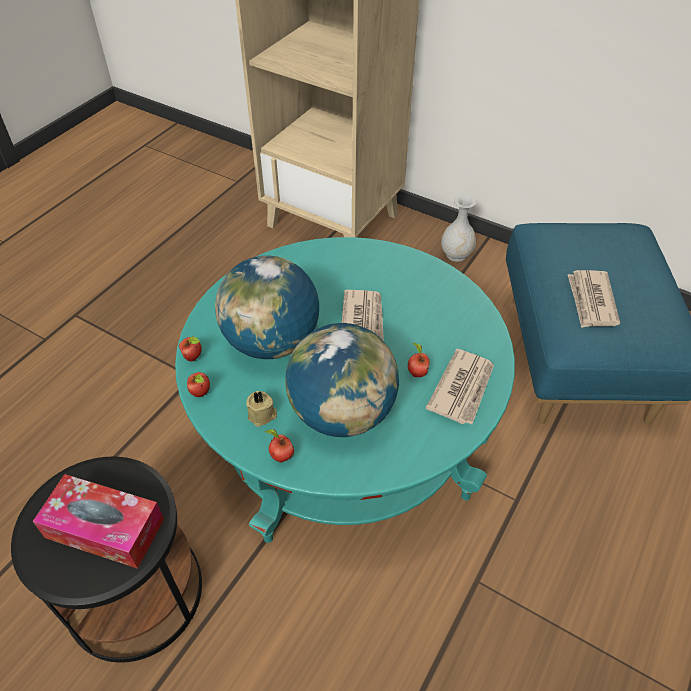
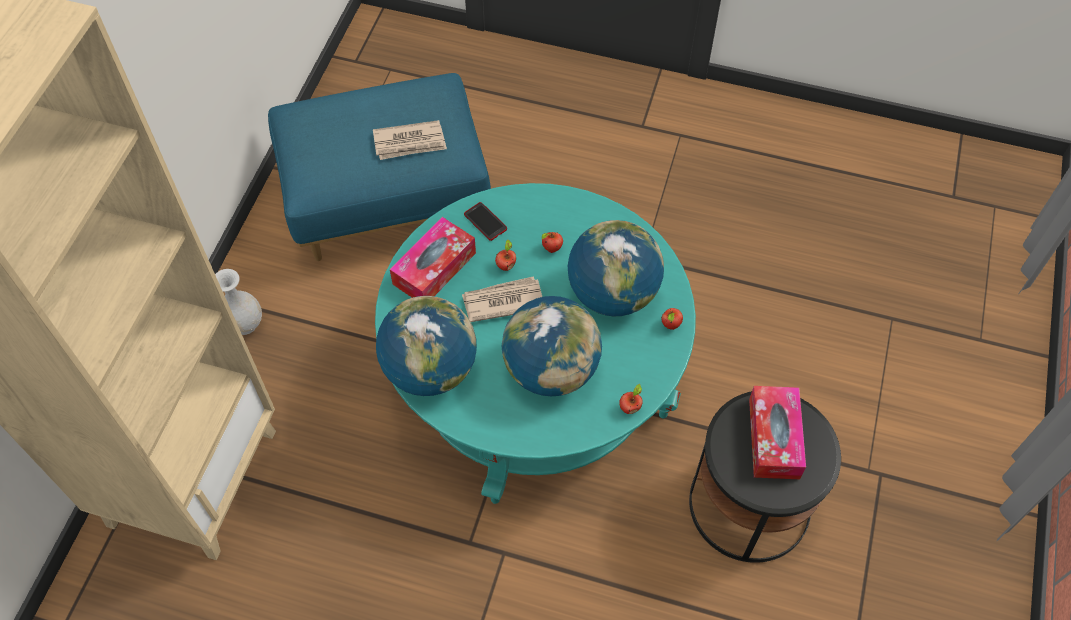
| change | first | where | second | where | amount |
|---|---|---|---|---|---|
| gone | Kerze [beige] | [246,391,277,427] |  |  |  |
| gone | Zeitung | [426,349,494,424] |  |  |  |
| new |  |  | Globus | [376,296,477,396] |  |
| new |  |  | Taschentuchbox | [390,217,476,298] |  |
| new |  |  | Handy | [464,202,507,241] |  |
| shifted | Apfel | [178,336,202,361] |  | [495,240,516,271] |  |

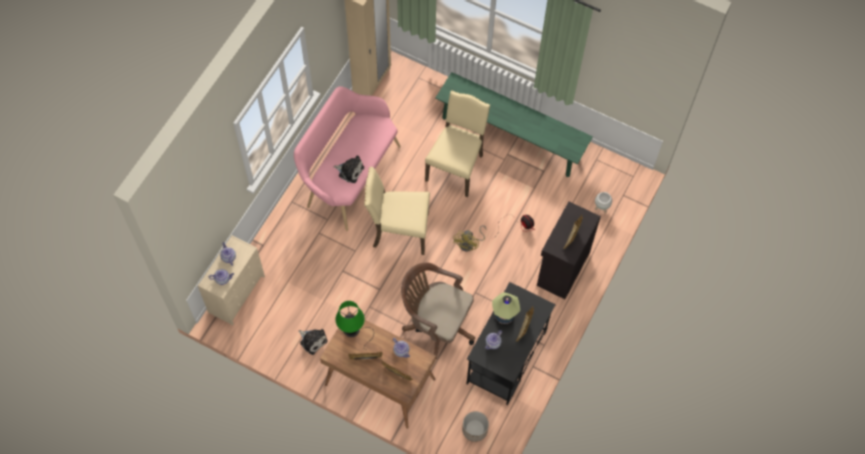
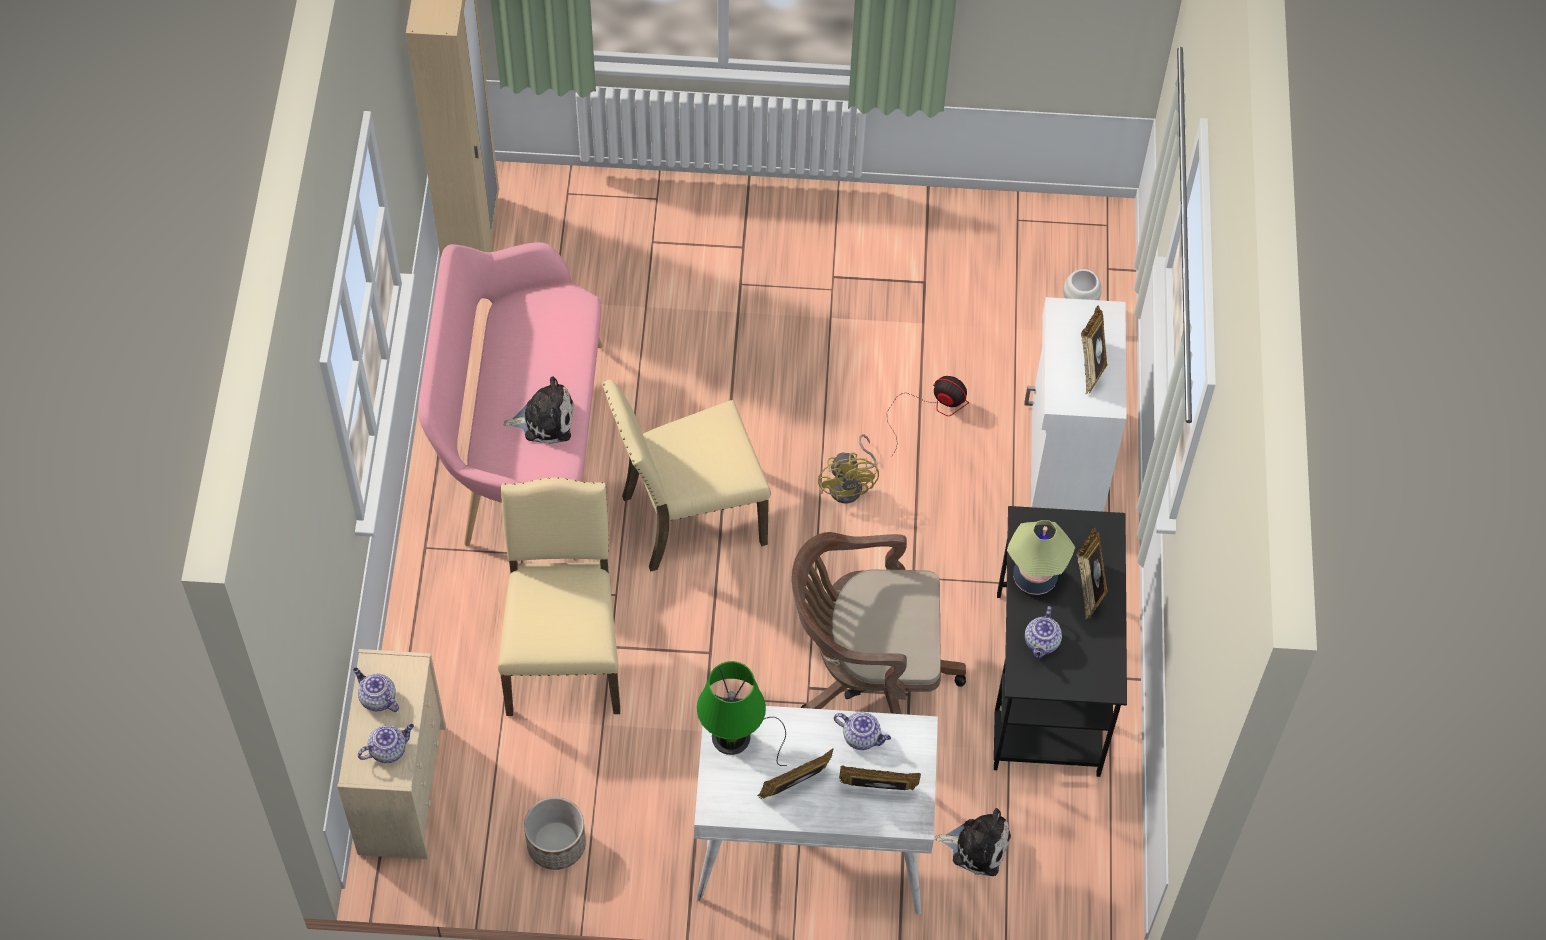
| change | first | where | second | where | amount |
|---|---|---|---|---|---|
| gone | Bank [grün] | [435,72,593,177] |  |  |  |
| shifted | Plüschtier | [299,329,328,355] |  | [935,808,1011,876] |  |
| shifted | Stuhl [beige] | [425,91,490,197] |  | [498,477,620,716] |  |
| shifted | Pflanzkübel | [462,411,489,442] |  | [524,797,586,870] |  |
| repainted | Schreibtisch [braun] | [320,311,436,429] | Schreibtisch [weiß] | [694,706,938,915] |  |
| repainted | Schrank [schwarz] | [537,202,601,299] | Schrank [weiß] | [1024,297,1127,512] |  |

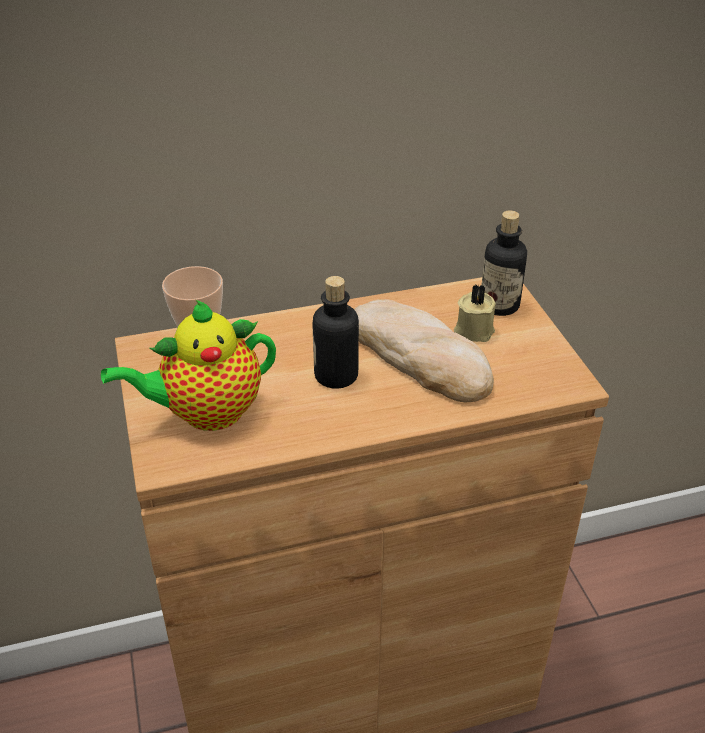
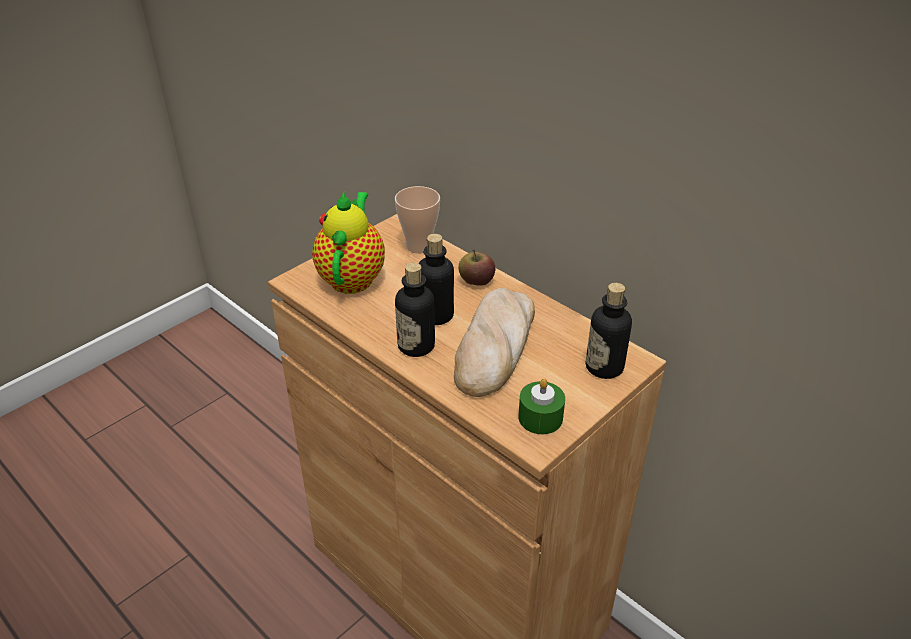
| change | first | where | second | where | amount |
|---|---|---|---|---|---|
| gone | Kerze [beige] | [454,284,496,342] |  |  |  |
| new |  |  | Flasche | [395,263,435,357] |  |
| new |  |  | Apfel | [459,249,495,286] |  |
| new |  |  | Kerze [grün] | [518,378,565,434] |  |
| rotated | Teekanne | [101,300,276,431] |  | [312,192,385,294] | 60 degrees clockwise |

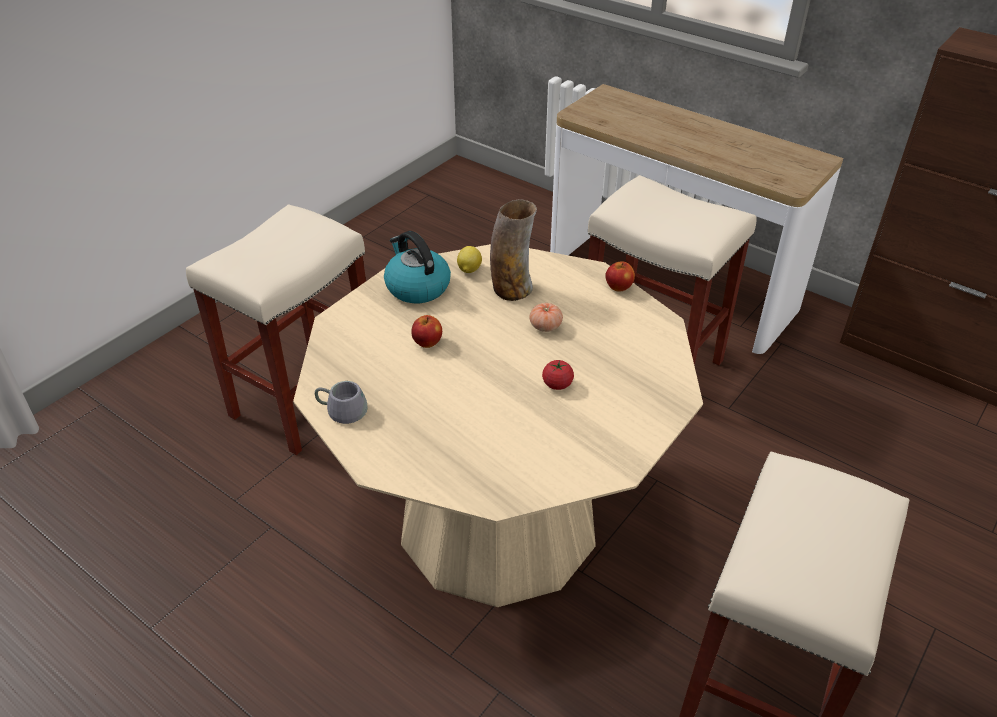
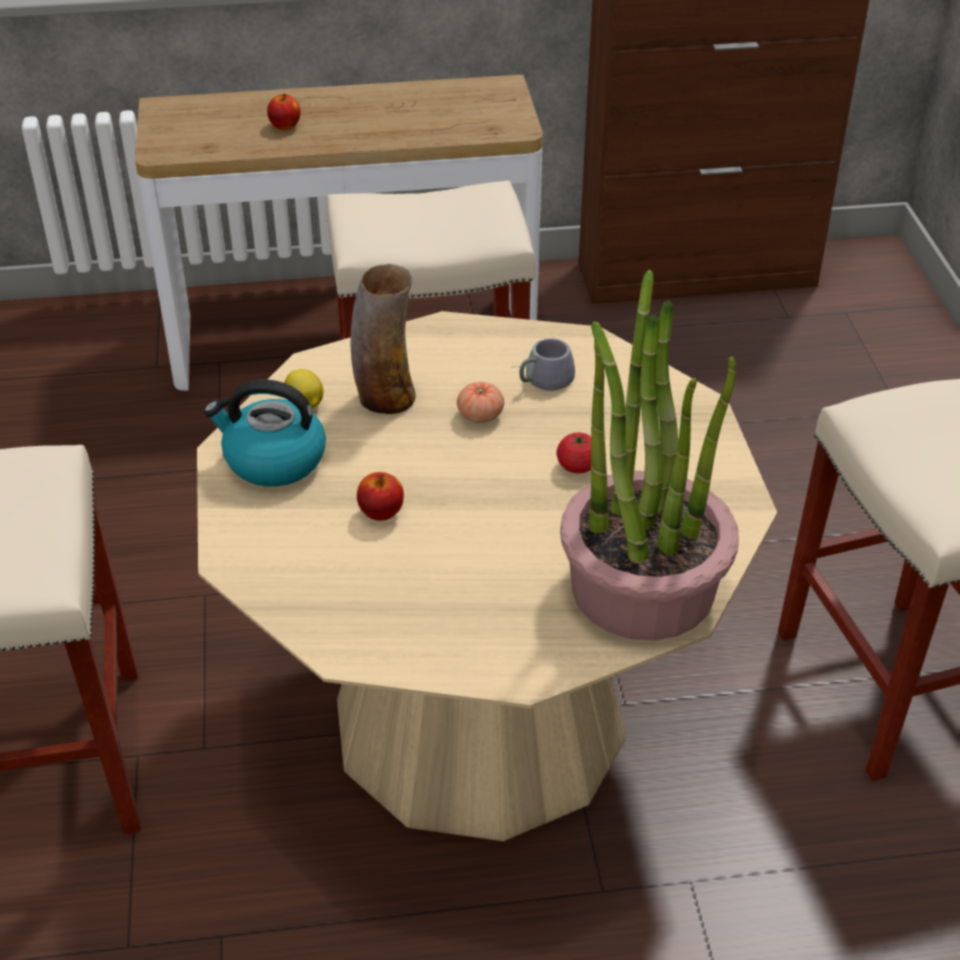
| change | first | where | second | where | amount |
|---|---|---|---|---|---|
| new |  |  | Topfpflanze | [560,269,739,641] |  |
| shifted | Henkelbecher [grau] | [315,381,367,424] |  | [511,338,575,390] |  |
| shifted | Apfel | [605,261,635,292] |  | [267,93,301,130] |  |

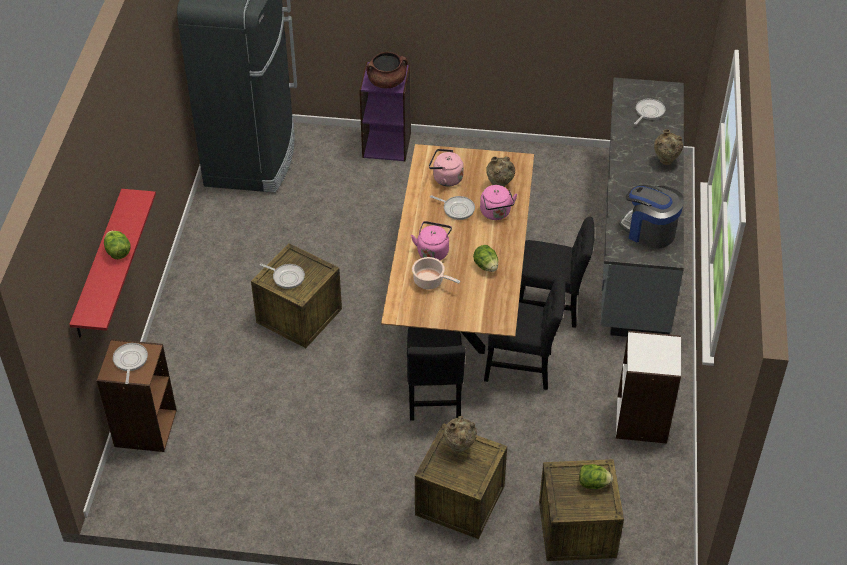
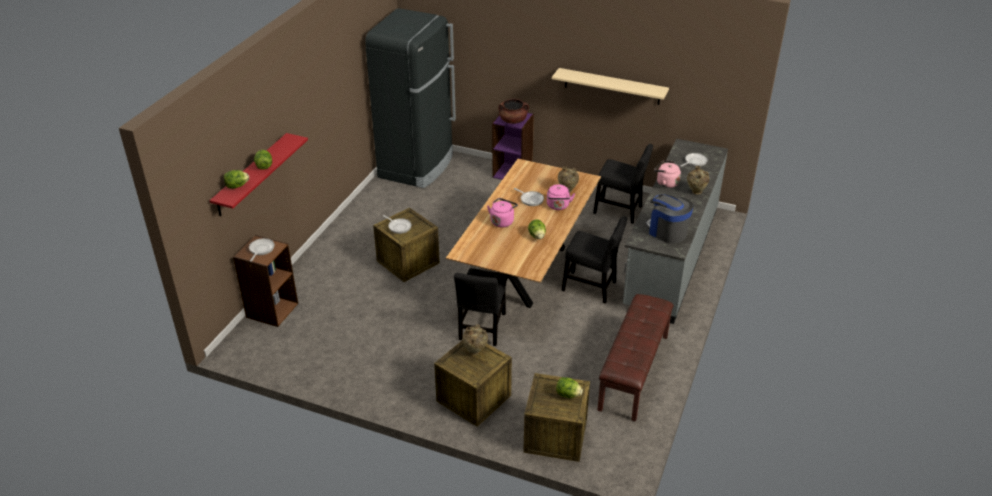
| change | first | where | second | where | amount |
|---|---|---|---|---|---|
| gone | Kochtopf | [412,257,460,289] |  |  |  |
| new |  |  | Salatkopf | [224,170,249,189] |  |
| new |  |  | Wandregal [beige] | [552,68,669,105] |  |
| shifted | Wasserkessel [rosa] | [429,149,464,187] |  | [654,160,681,188] |  |
| shifted | Stuhl [schwarz] | [484,276,565,390] |  | [593,144,653,224] |  |
| swapped | Bücherregal [weiß] | [616,331,681,444] | Bank [braun] | [597,294,674,422] |  |

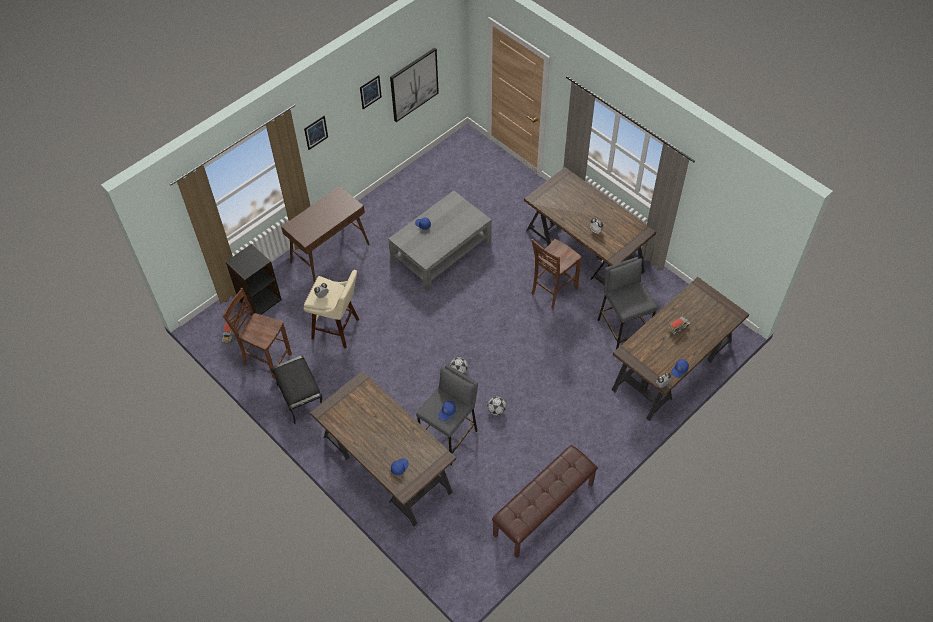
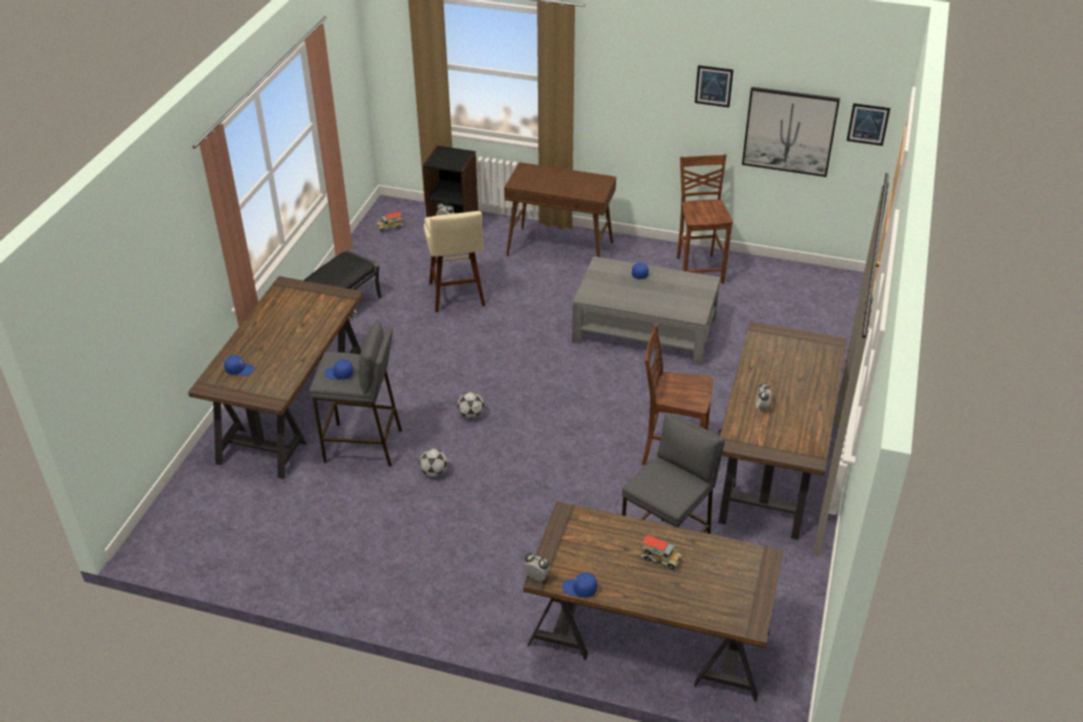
| change | first | where | second | where | amount |
|---|---|---|---|---|---|
| gone | Bank [braun] | [492,445,598,558] |  |  |  |
| shifted | Stuhl [braun] | [222,288,292,380] |  | [677,154,733,284] |  |
| shifted | Bild | [304,116,328,150] |  | [847,103,890,146] |  |

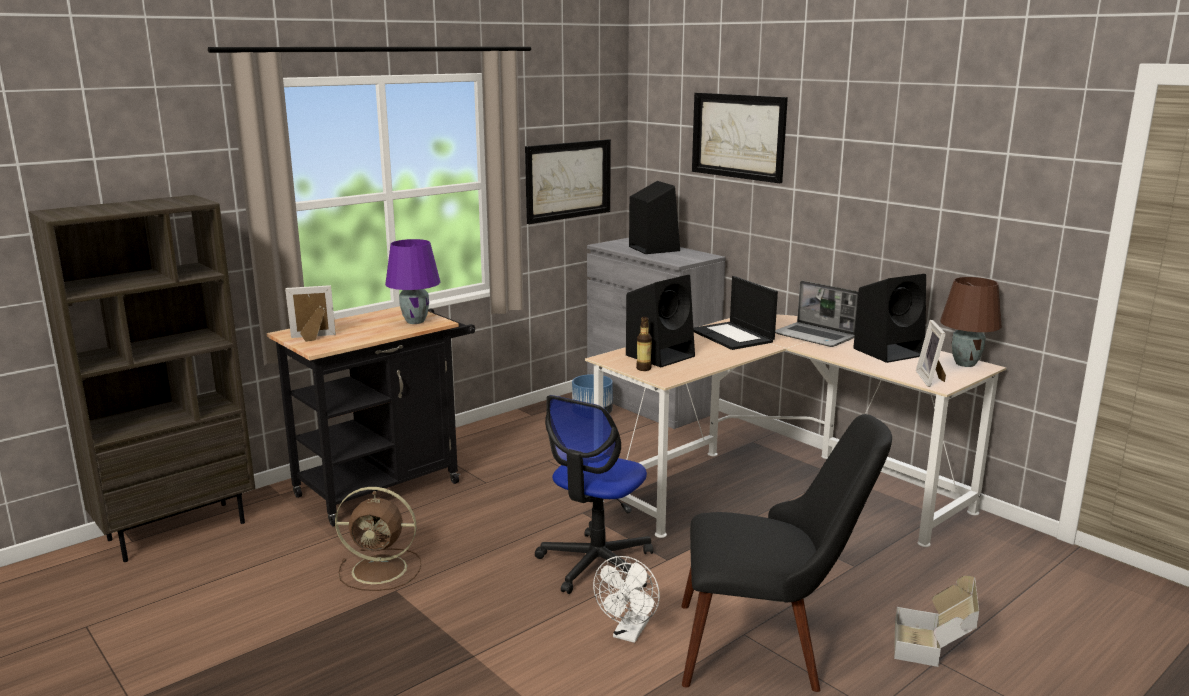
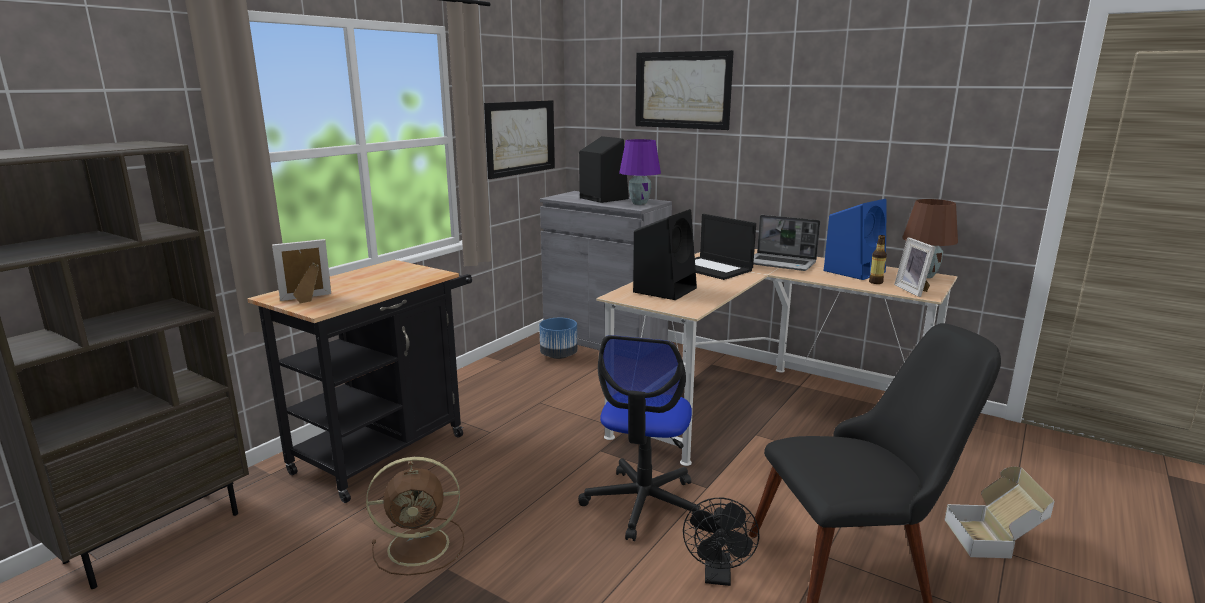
| change | first | where | second | where | amount |
|---|---|---|---|---|---|
| shifted | Tischlampe [lila] | [385,239,440,324] |  | [619,139,661,205] |  |
| shifted | Flasche | [636,317,652,371] |  | [869,235,887,284] |  |
| repainted | Ventilator [weiß] | [593,556,660,643] | Ventilator [schwarz] | [683,497,760,586] |  |
| repainted | Lautsprecher [schwarz] | [853,274,926,363] | Lautsprecher [blau] | [824,199,887,280] |  |

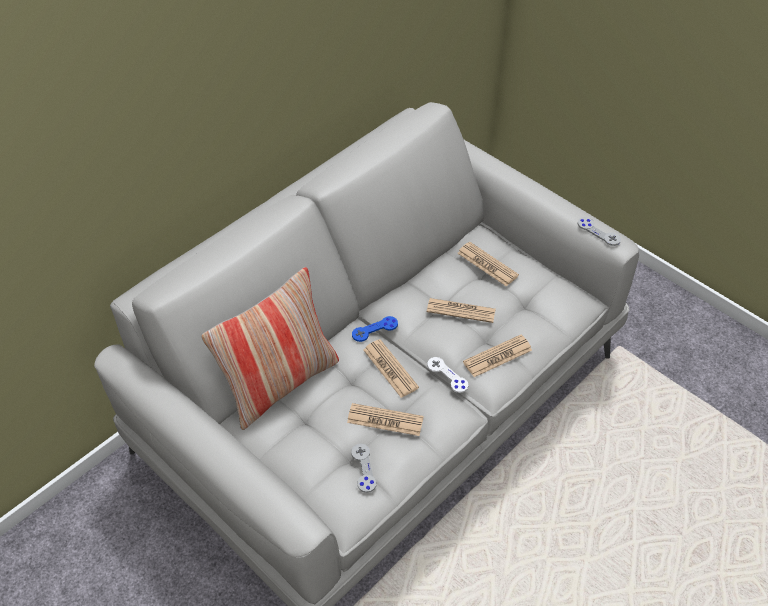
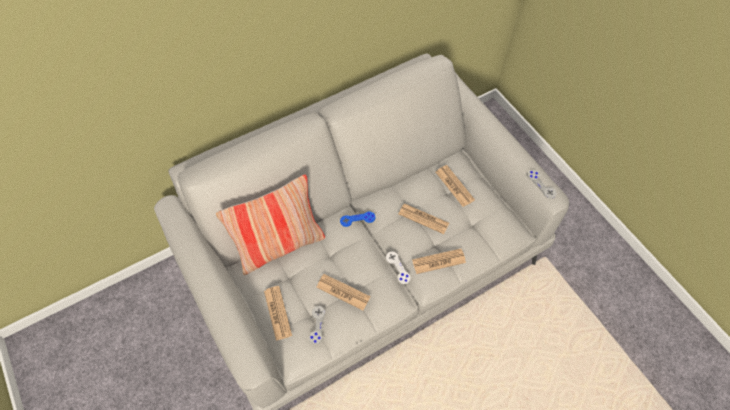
| change | first | where | second | where | amount |
|---|---|---|---|---|---|
| shifted | Zeitung | [363,339,419,398] |  | [264,286,292,341] |  |

